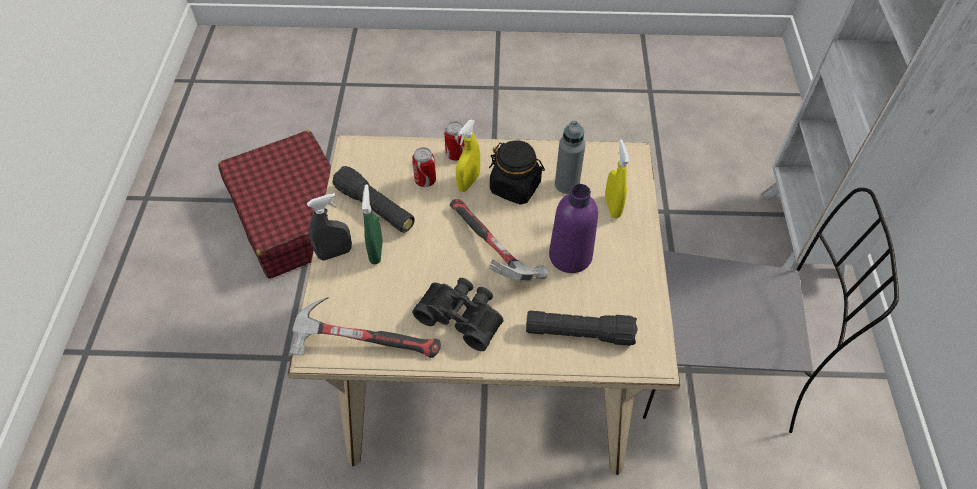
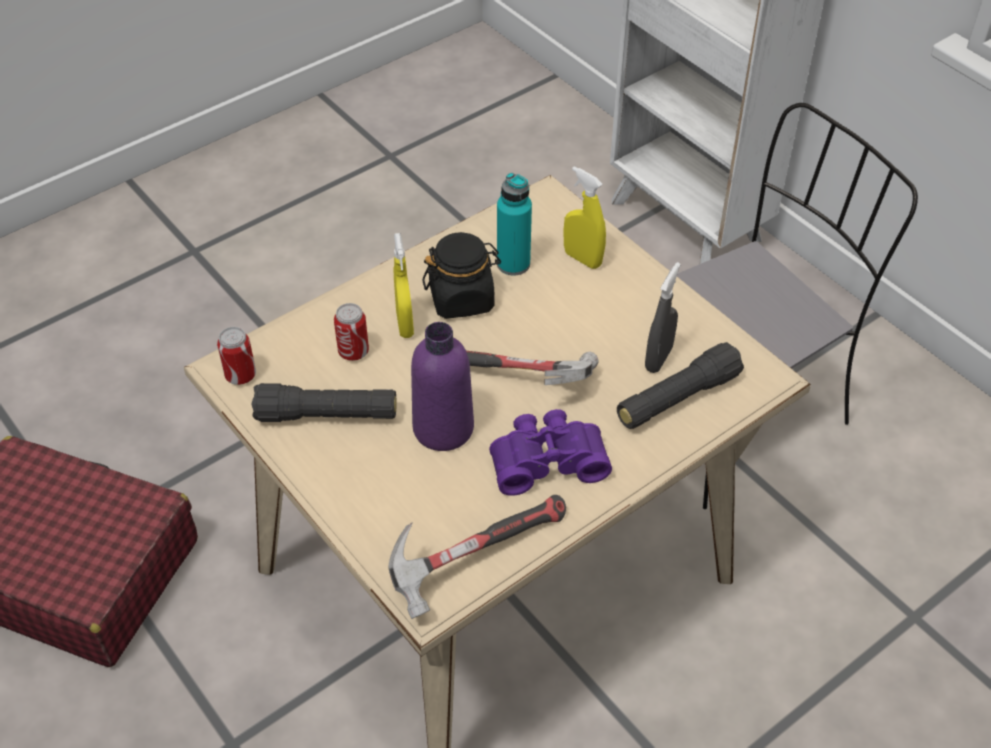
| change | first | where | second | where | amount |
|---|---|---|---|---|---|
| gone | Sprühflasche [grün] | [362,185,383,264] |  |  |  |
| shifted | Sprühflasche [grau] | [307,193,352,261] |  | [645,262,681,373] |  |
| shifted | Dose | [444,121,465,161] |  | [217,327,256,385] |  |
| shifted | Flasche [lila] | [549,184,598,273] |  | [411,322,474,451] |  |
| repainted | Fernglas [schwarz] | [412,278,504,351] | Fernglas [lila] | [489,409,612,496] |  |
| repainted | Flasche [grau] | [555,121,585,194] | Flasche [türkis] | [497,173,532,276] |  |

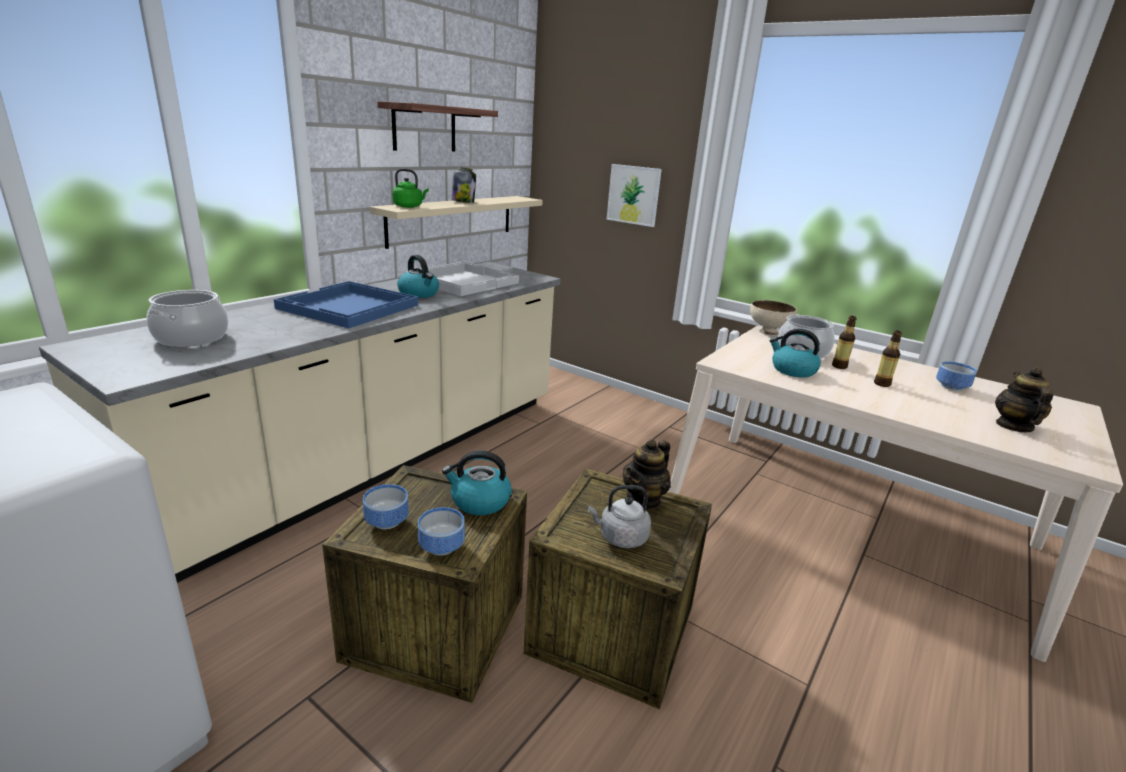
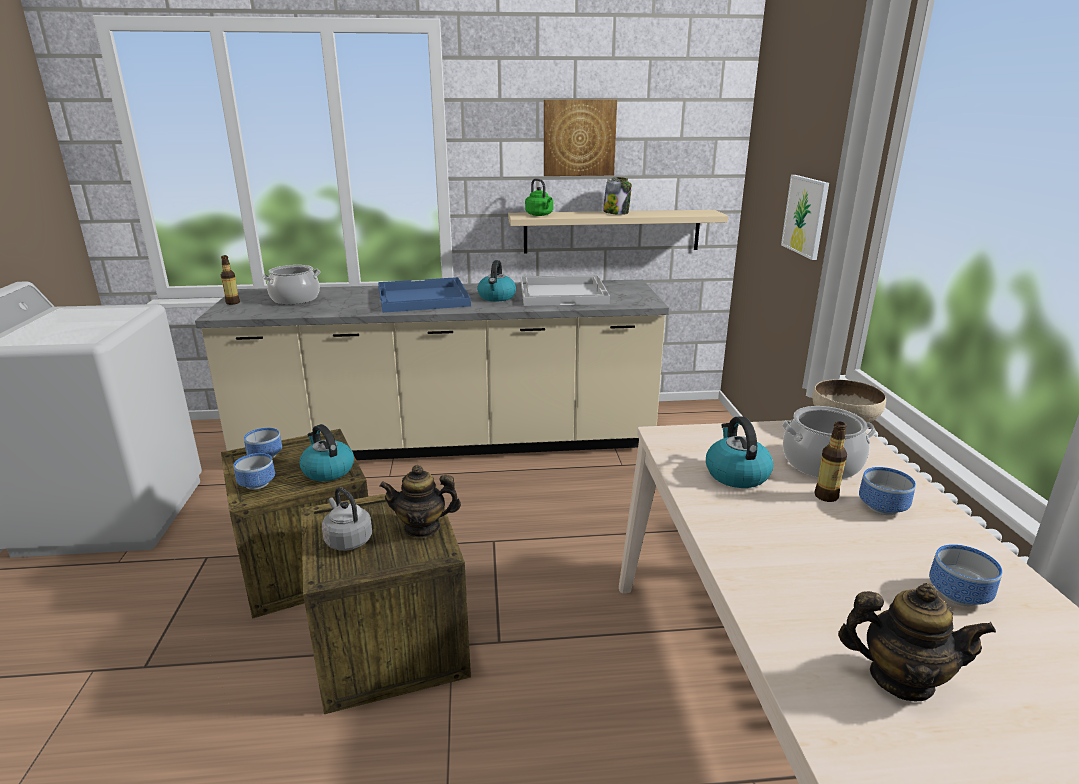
| change | first | where | second | where | amount |
|---|---|---|---|---|---|
| new |  |  | Schüssel | [859,467,916,515] |  |
| shifted | Flasche | [874,330,902,387] |  | [221,255,240,305] |  |
| swapped | Wandregal | [377,101,498,151] | Bild | [544,100,617,176] |  |
| rotated | Teekanne | [995,367,1053,432] |  | [838,583,996,701] | 45 degrees clockwise |

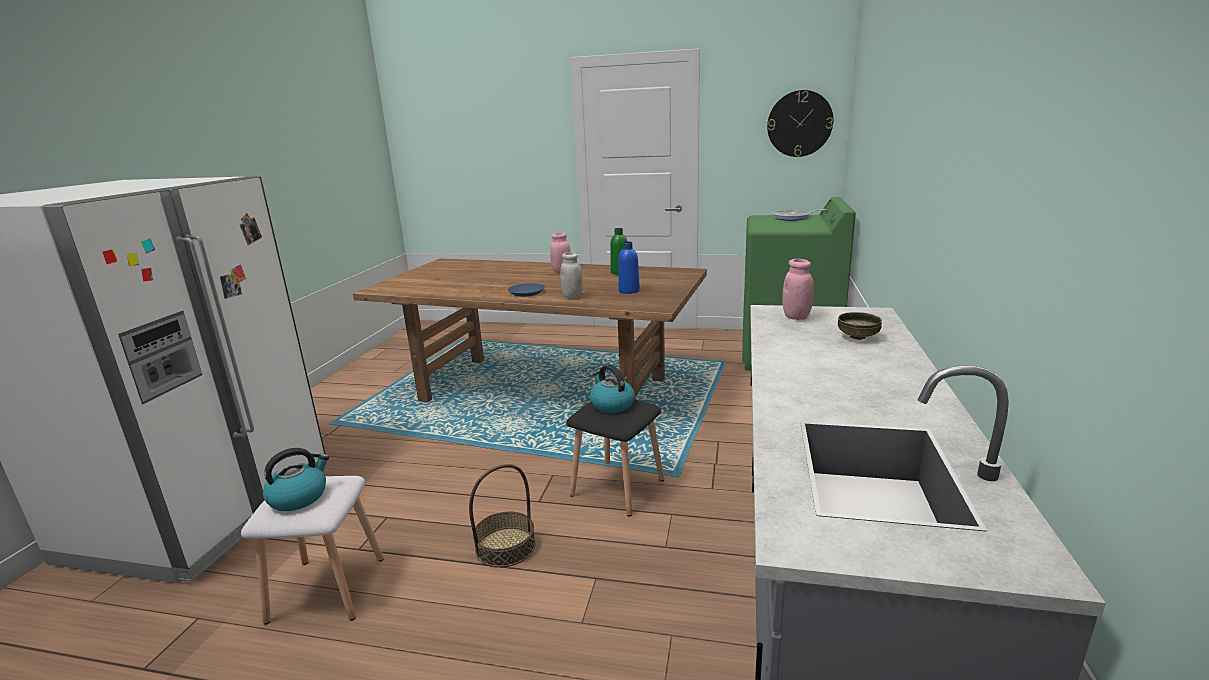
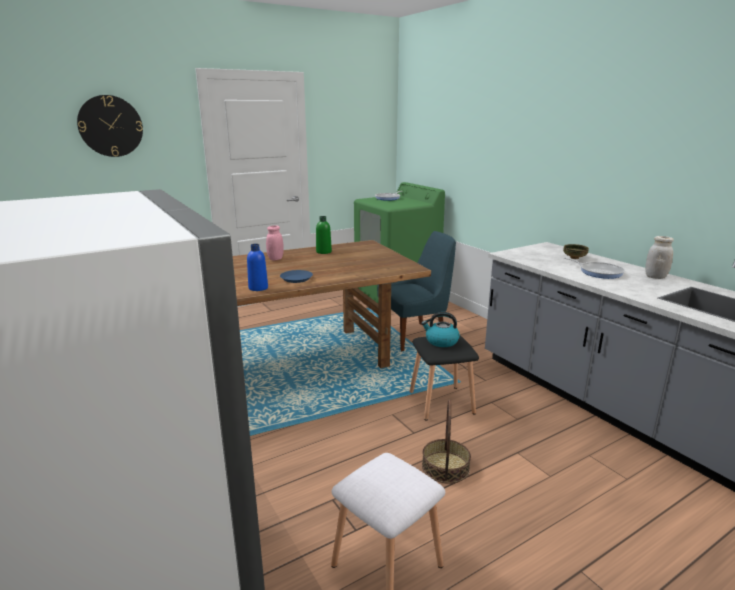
| change | first | where | second | where | amount |
|---|---|---|---|---|---|
| gone | Wasserkessel | [263,448,329,511] |  |  |  |
| gone | Vorratsglas [rosa] | [782,259,814,320] |  |  |  |
| new |  |  | Stuhl [blau] | [377,231,456,351] |  |
| new |  |  | Pfanne | [564,258,625,279] |  |
| shifted | Vorratsglas [weiß] | [561,252,583,299] |  | [645,236,674,279] |  |
| shifted | Flasche [blau] | [618,242,640,294] |  | [247,244,268,291] |  |
| shifted | Wanduhr | [767,90,833,157] |  | [77,95,143,157] |  |

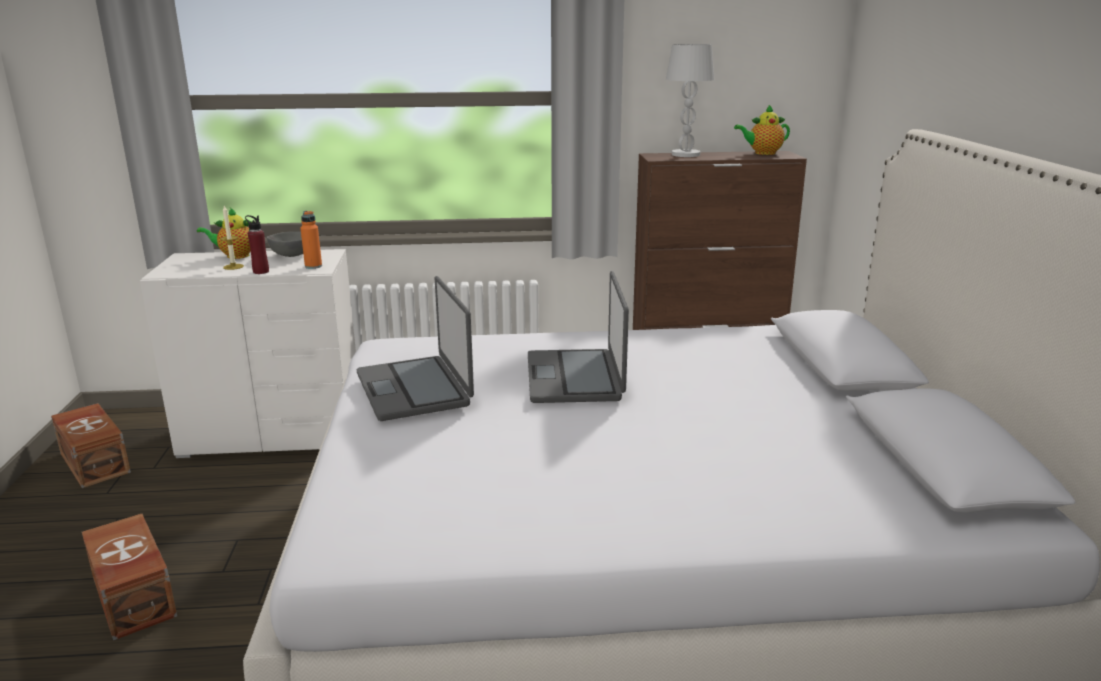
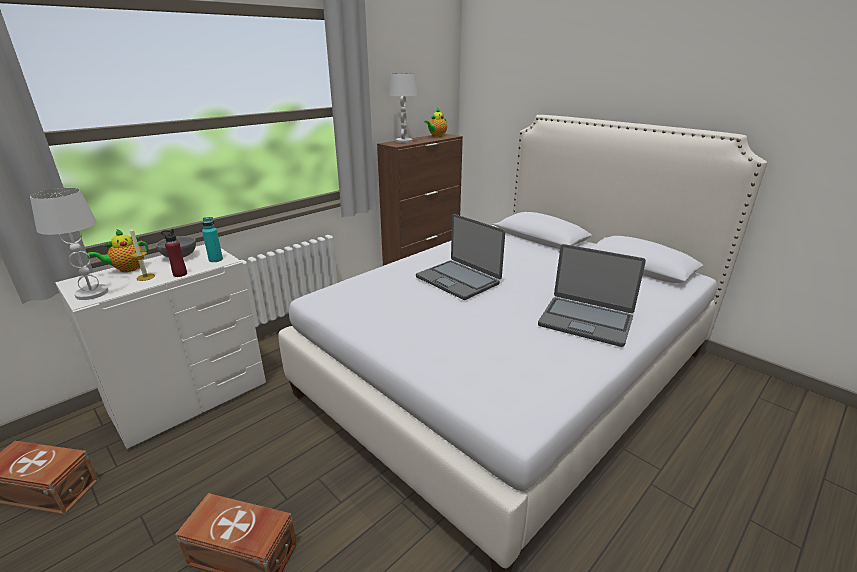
| change | first | where | second | where | amount |
|---|---|---|---|---|---|
| new |  |  | Tischlampe [weiß] | [30,188,108,300] |  |
| shifted | Laptop | [357,276,474,421] |  | [538,244,646,347] |  |
| repainted | Flasche [orange] | [300,211,322,269] | Flasche [türkis] | [202,217,223,262] |  |

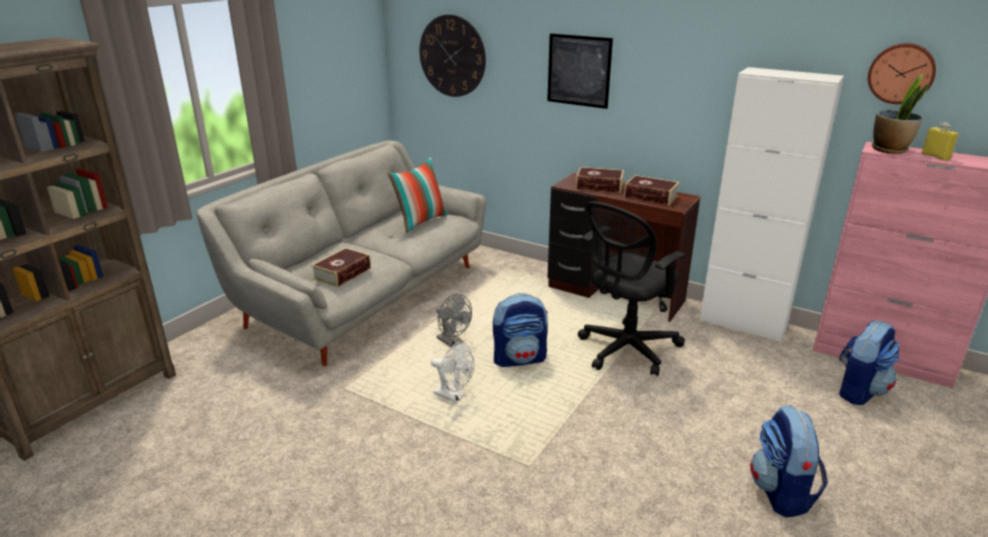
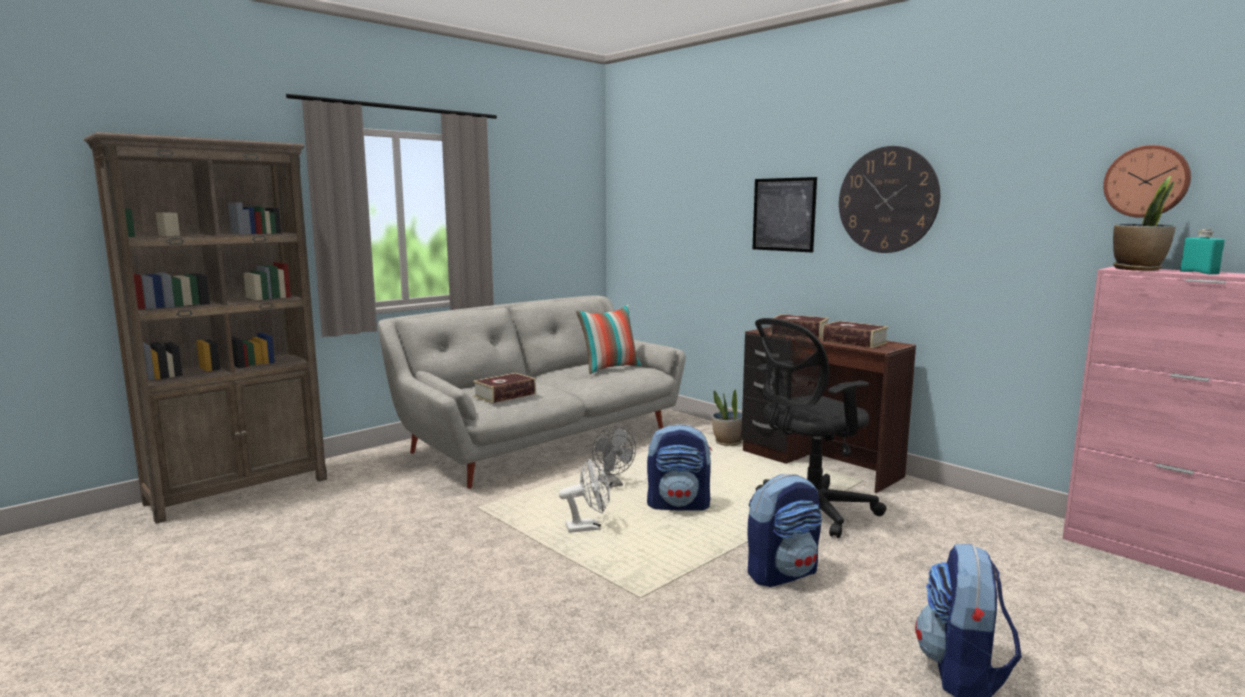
| change | first | where | second | where | amount |
|---|---|---|---|---|---|
| gone | Schrank [weiß] | [700,67,844,343] |  |  |  |
| new |  |  | Topfpflanze | [712,389,742,446] |  |
| shifted | Wanduhr | [419,14,486,97] |  | [839,146,940,253] |  |
| shifted | Rucksack | [839,321,900,405] |  | [747,474,822,587] |  |
| repainted | Flasche [gelb] | [921,123,958,161] | Flasche [türkis] | [1180,229,1225,274] |  |
| rotated | Ventilator [weiß] | [431,342,475,403] |  | [559,459,610,533] | 60 degrees counterclockwise |

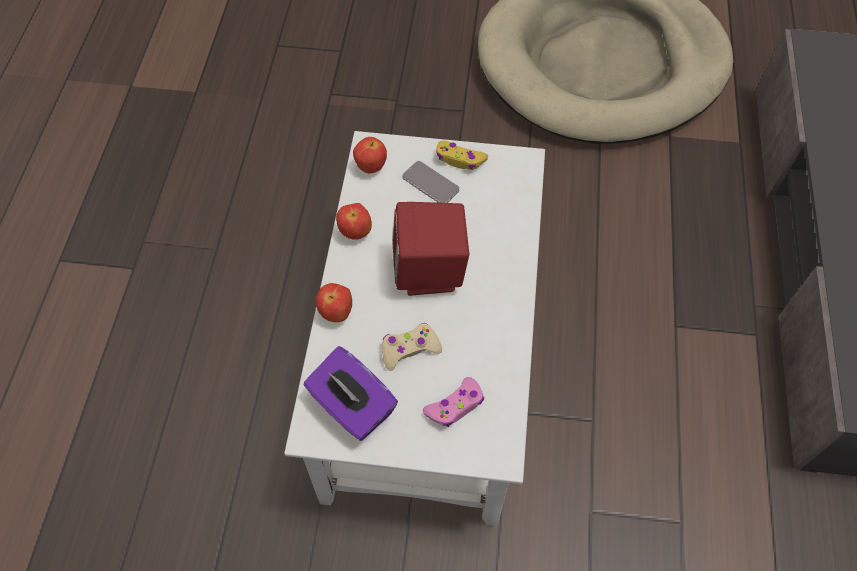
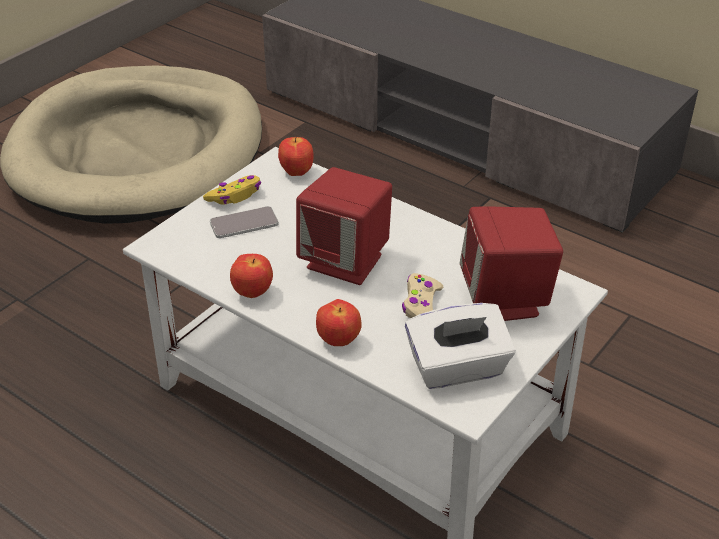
| change | first | where | second | where | amount |
|---|---|---|---|---|---|
| shifted | Apfel | [353,137,387,173] |  | [278,137,314,176] |  |
| swapped | Gamepad [rosa] | [422,377,484,427] | Lautsprecher [rot] | [459,206,563,321] |  |
| repainted | Taschentuchbox [lila] | [304,346,398,441] | Taschentuchbox [weiß] | [405,303,515,389] |  |

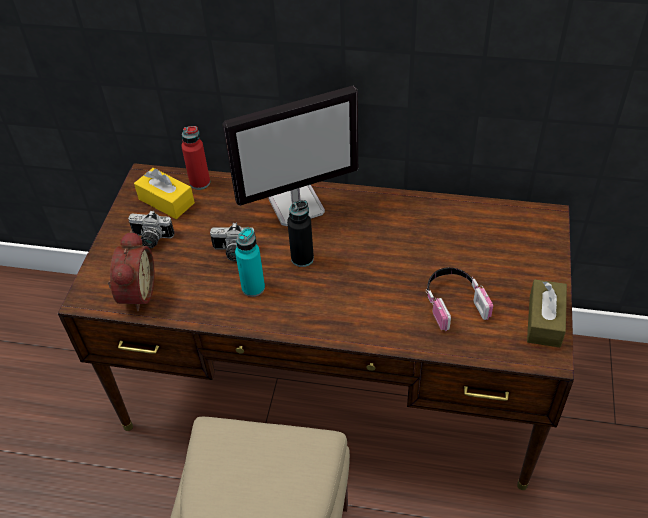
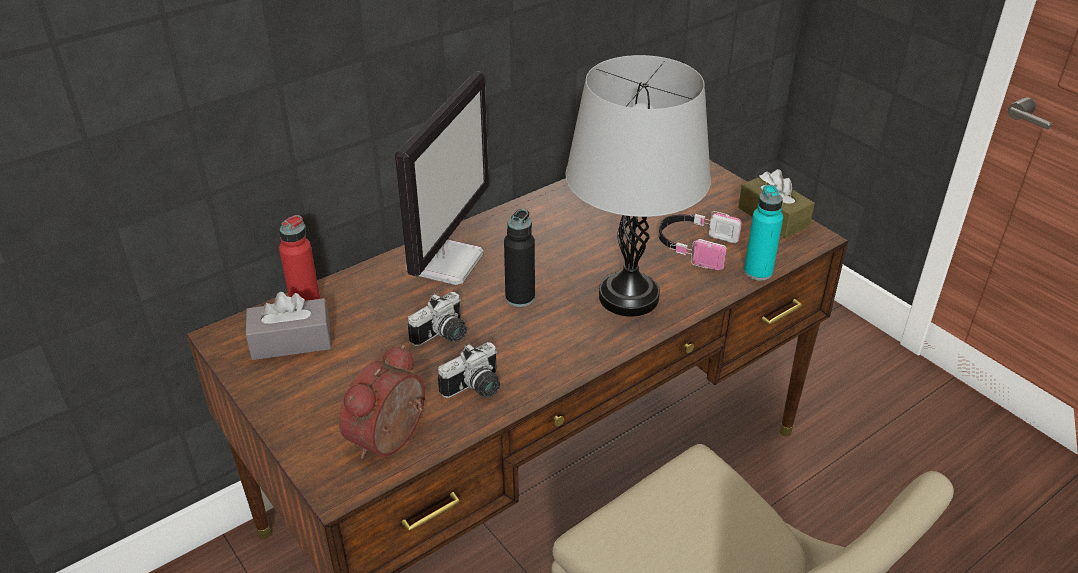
| change | first | where | second | where | amount |
|---|---|---|---|---|---|
| new |  |  | Tischlampe [grau] | [565,55,711,317] |  |
| shifted | Kamera | [128,210,175,249] |  | [438,342,500,398] |  |
| shifted | Flasche [türkis] | [235,228,265,297] |  | [744,185,783,281] |  |
| repainted | Taschentuchbox [gelb] | [134,168,195,219] | Taschentuchbox [grau] | [245,292,331,360] |  |
| rotated | Wecker | [108,230,154,311] |  | [339,345,425,459] | 105 degrees counterclockwise |

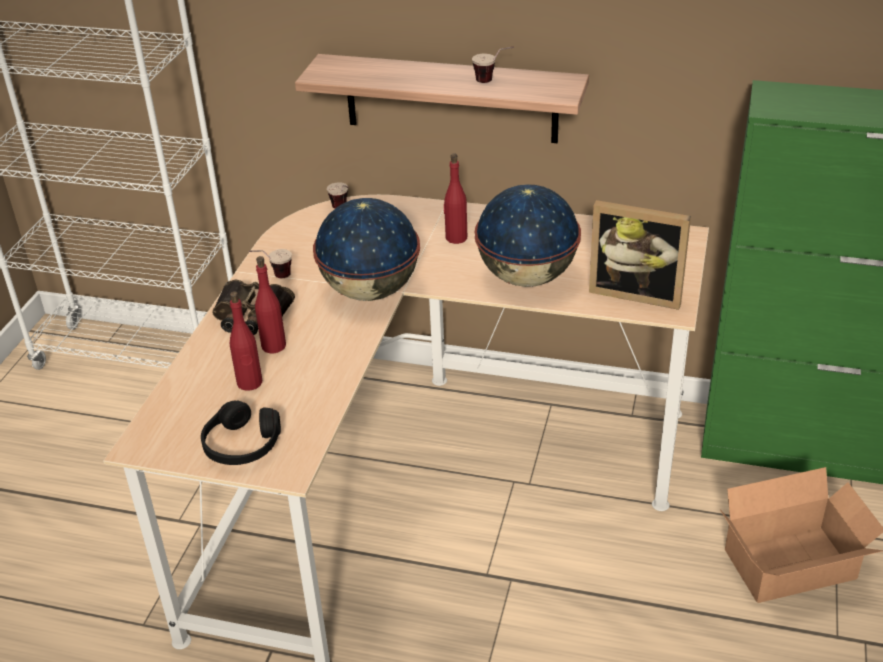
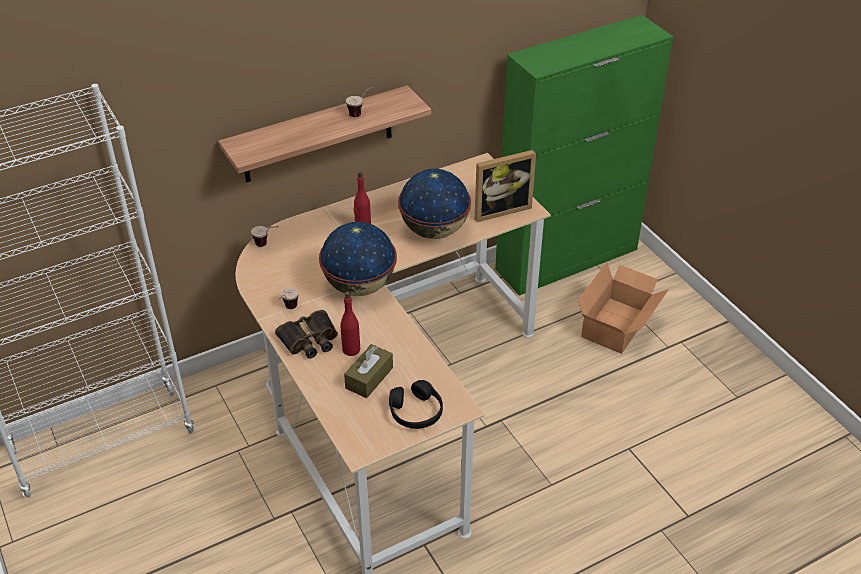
| change | first | where | second | where | amount |
|---|---|---|---|---|---|
| swapped | Flasche [rot] | [230,291,262,391] | Taschentuchbox [braun] | [344,344,393,398] |  |

